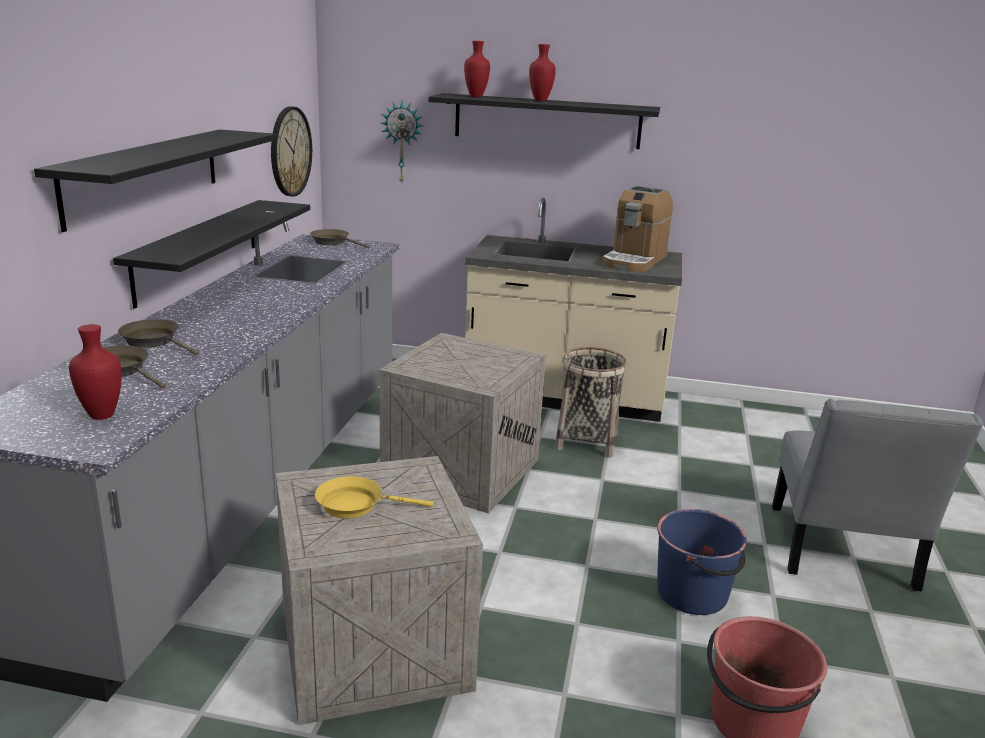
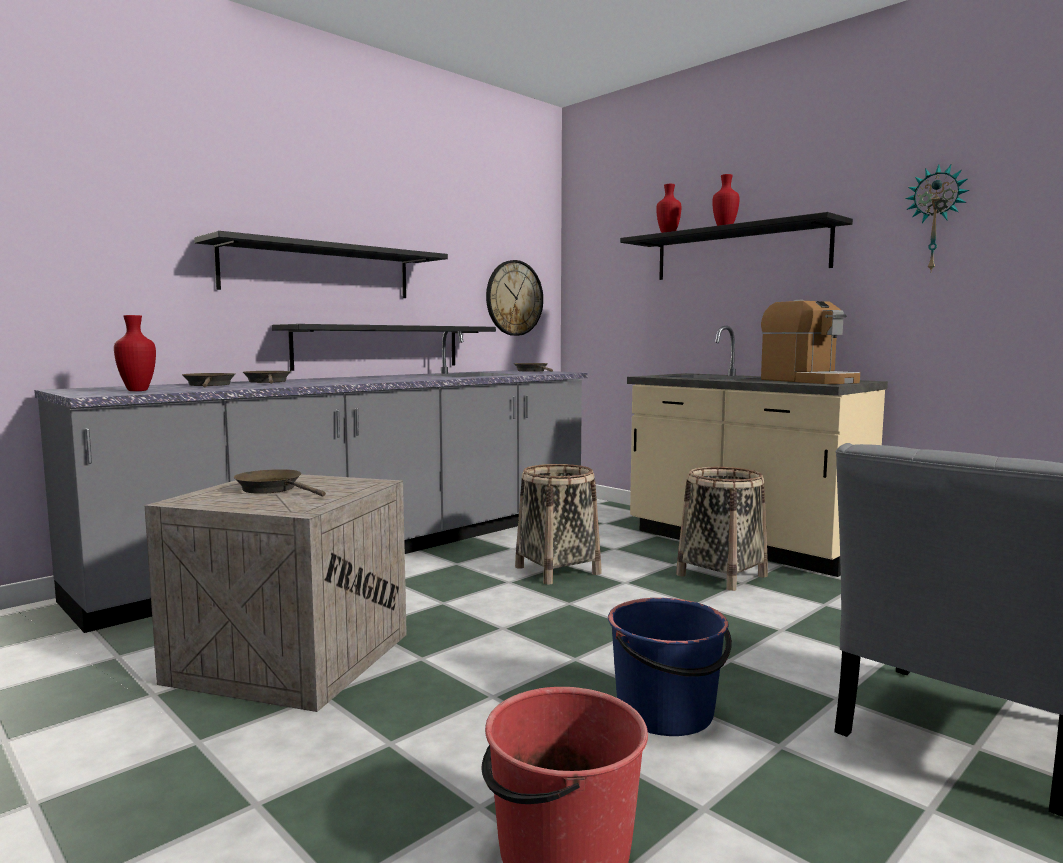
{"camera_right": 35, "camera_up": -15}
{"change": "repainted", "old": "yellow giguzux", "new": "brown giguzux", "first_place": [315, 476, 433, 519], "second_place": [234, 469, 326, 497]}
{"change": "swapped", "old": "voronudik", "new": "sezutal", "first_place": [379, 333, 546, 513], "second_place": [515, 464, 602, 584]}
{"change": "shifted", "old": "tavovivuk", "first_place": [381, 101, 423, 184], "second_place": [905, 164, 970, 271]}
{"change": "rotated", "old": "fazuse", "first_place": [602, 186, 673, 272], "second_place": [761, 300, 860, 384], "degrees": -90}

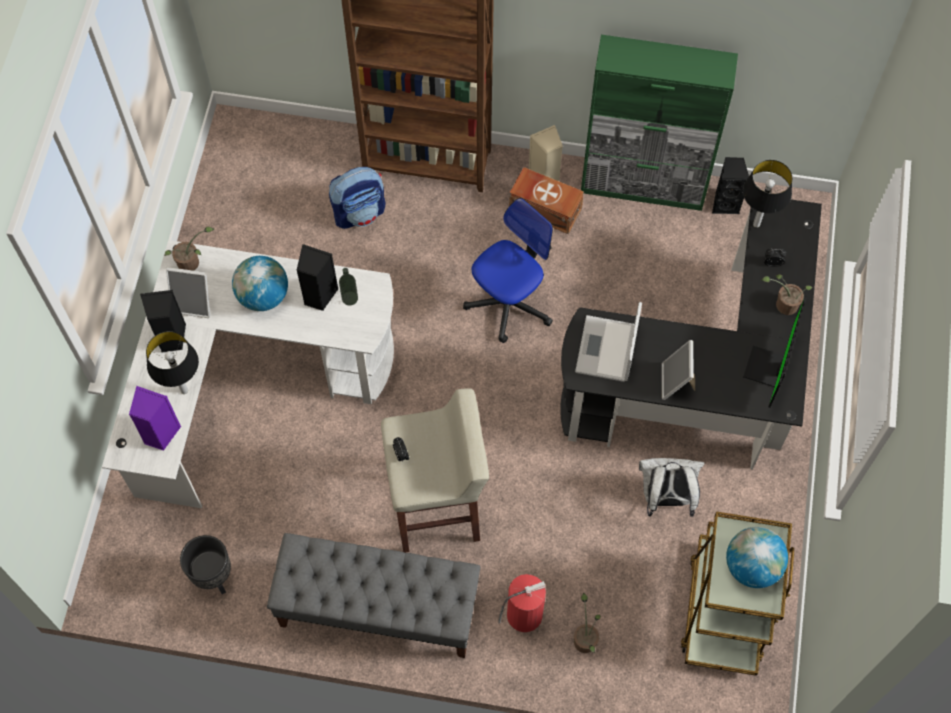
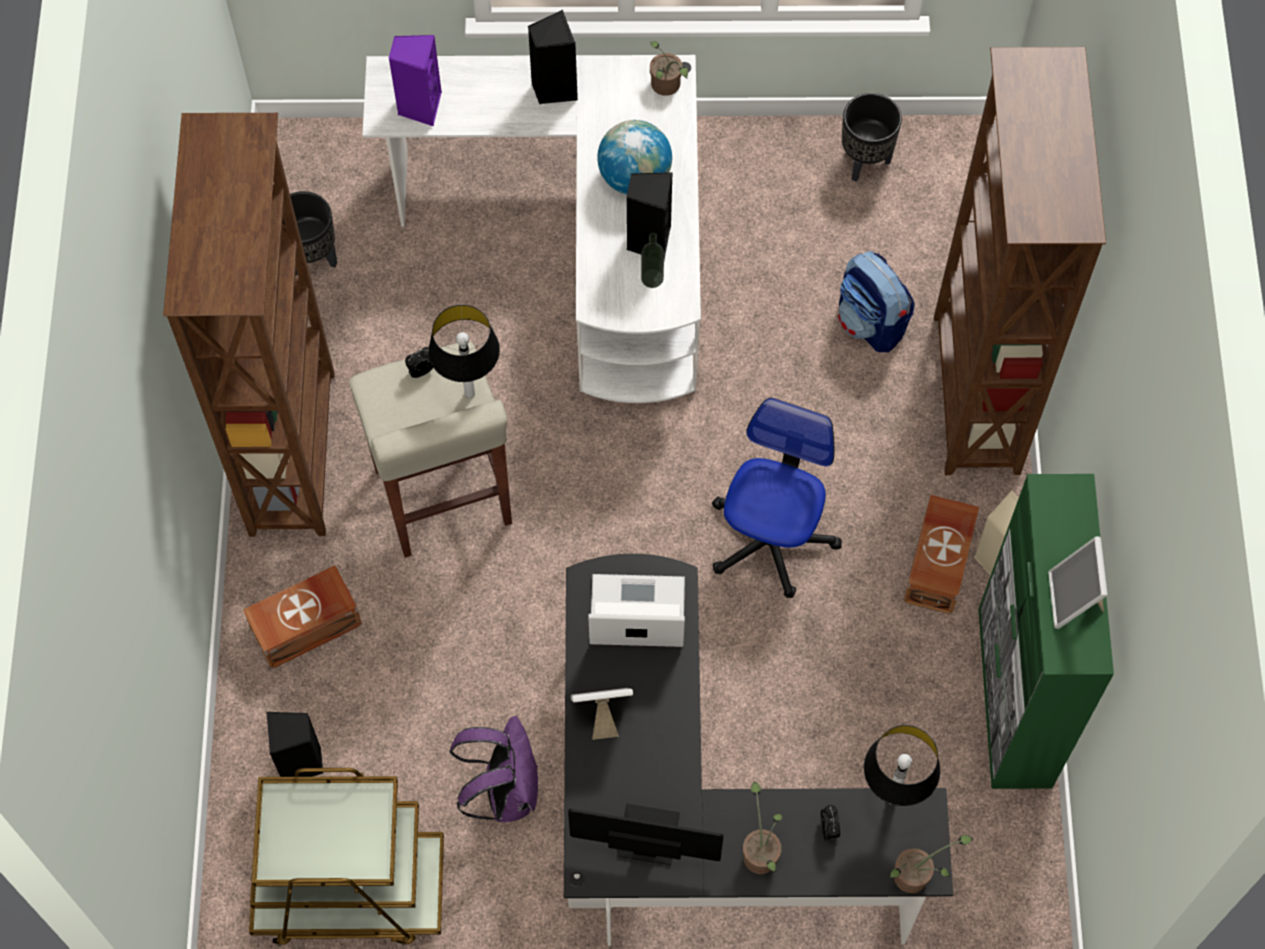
{"camera_right": 80, "camera_up": 0}
{"change": "shifted", "old": "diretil", "first_place": [146, 331, 199, 394], "second_place": [428, 305, 500, 398]}
{"change": "shifted", "old": "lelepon", "first_place": [166, 267, 210, 318], "second_place": [1048, 536, 1108, 629]}
{"change": "swapped", "old": "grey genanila", "new": "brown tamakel", "first_place": [267, 533, 480, 658], "second_place": [163, 113, 335, 537]}
{"change": "rotated", "old": "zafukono", "first_place": [463, 198, 553, 343], "second_place": [712, 398, 842, 598], "degrees": -105}
{"change": "swapped", "old": "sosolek", "new": "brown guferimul", "first_place": [498, 574, 546, 632], "second_place": [243, 565, 362, 669]}
{"change": "shifted", "old": "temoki", "first_place": [574, 593, 601, 653], "second_place": [890, 835, 973, 893]}
{"change": "repainted", "old": "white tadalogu", "new": "purple tadalogu", "first_place": [639, 458, 704, 517], "second_place": [450, 716, 538, 822]}
{"change": "shifted", "old": "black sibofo", "first_place": [712, 157, 749, 214], "second_place": [266, 711, 323, 777]}
{"change": "gone", "old": "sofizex", "first_place": [726, 527, 788, 588]}
{"change": "new", "new": "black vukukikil", "second_place": [842, 93, 902, 182]}

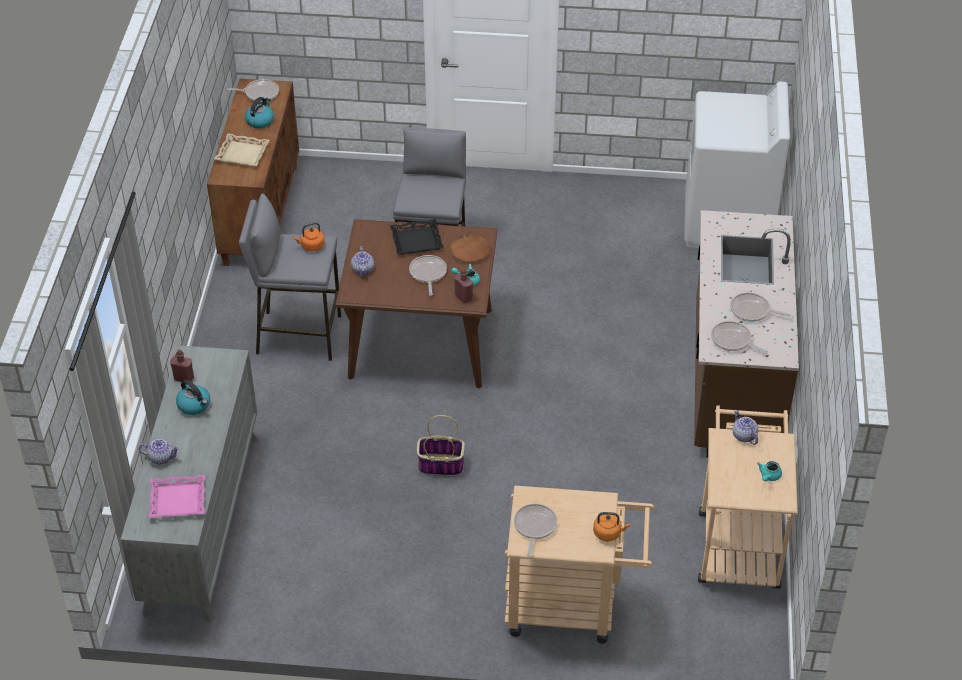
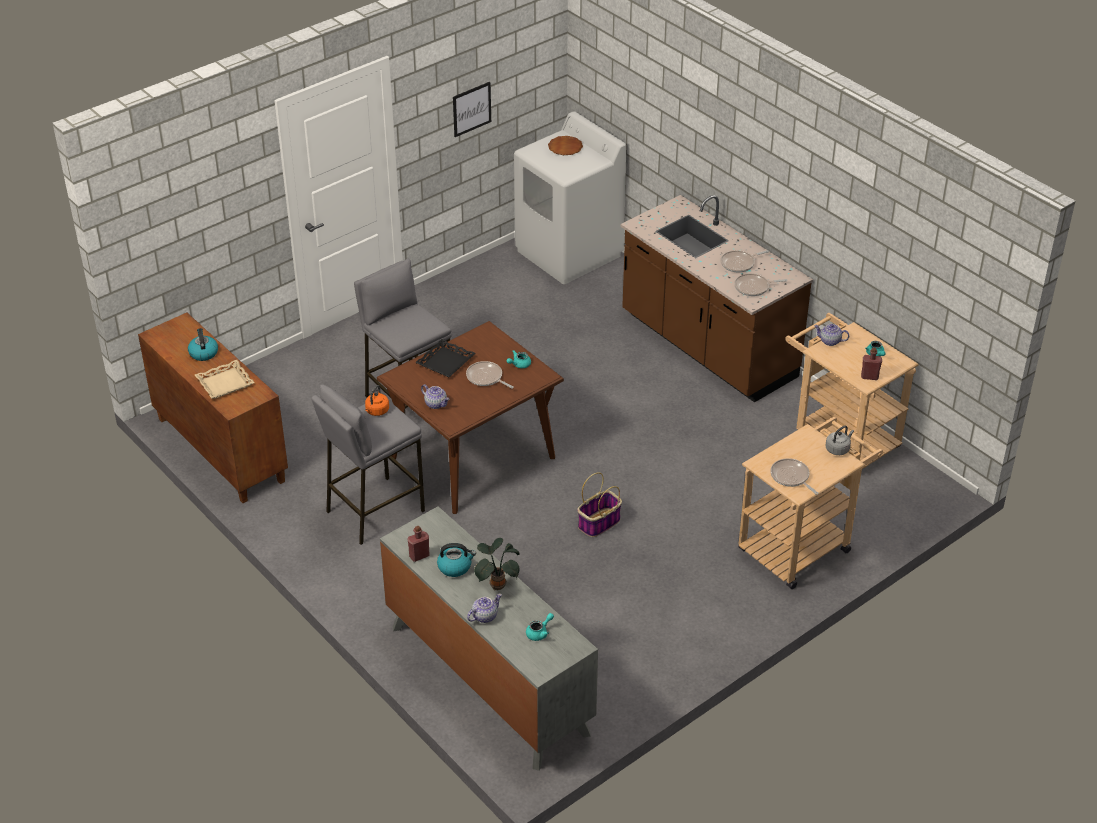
{"camera_right": -45, "camera_up": -5}
{"change": "swapped", "old": "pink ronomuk", "new": "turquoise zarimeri", "first_place": [149, 475, 205, 518], "second_place": [526, 613, 554, 641]}
{"change": "gone", "old": "giguzux", "first_place": [227, 79, 279, 102]}
{"change": "shifted", "old": "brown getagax", "first_place": [450, 234, 491, 263], "second_place": [548, 136, 583, 155]}
{"change": "shifted", "old": "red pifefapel", "first_place": [454, 268, 473, 303], "second_place": [861, 348, 882, 380]}
{"change": "repainted", "old": "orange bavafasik", "new": "grey bavafasik", "first_place": [593, 512, 630, 542], "second_place": [826, 426, 854, 455]}
{"change": "new", "new": "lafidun", "second_place": [453, 82, 491, 137]}
{"change": "new", "new": "temoki", "second_place": [474, 538, 520, 590]}

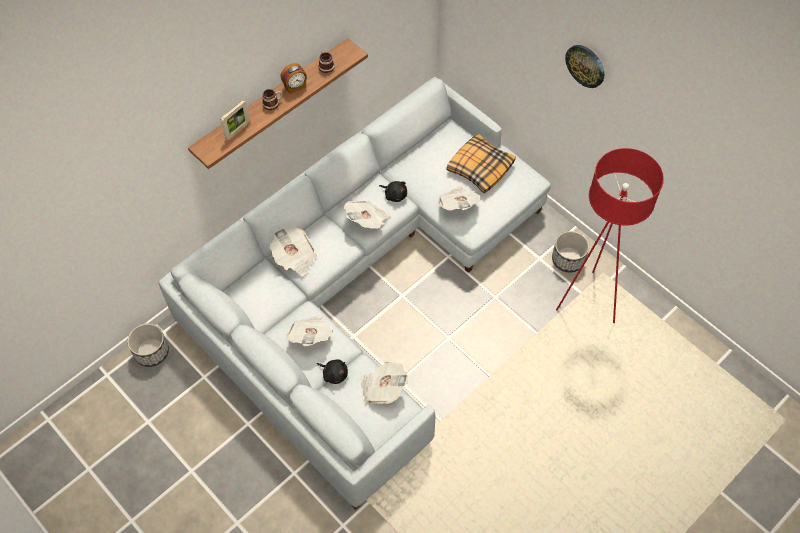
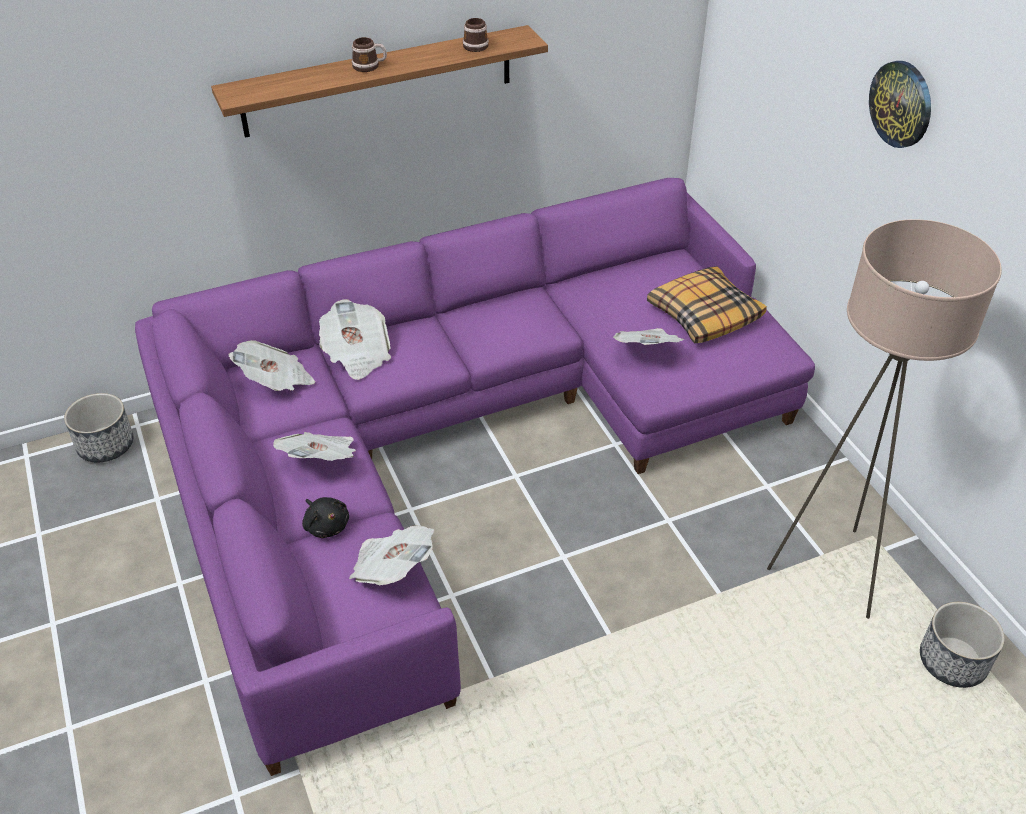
{"camera_right": 20, "camera_up": -15}
{"change": "repainted", "old": "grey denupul", "new": "purple denupul", "first_place": [158, 77, 551, 510], "second_place": [135, 178, 815, 776]}
{"change": "gone", "old": "lelepon", "first_place": [221, 100, 250, 140]}
{"change": "gone", "old": "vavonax", "first_place": [280, 63, 307, 94]}
{"change": "shifted", "old": "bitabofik", "first_place": [344, 201, 390, 229], "second_place": [229, 340, 316, 391]}
{"change": "gone", "old": "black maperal", "first_place": [379, 181, 407, 202]}
{"change": "shifted", "old": "vukukikil", "first_place": [552, 231, 589, 272], "second_place": [920, 602, 1005, 688]}
{"change": "repainted", "old": "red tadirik", "new": "beige tadirik", "first_place": [556, 148, 664, 323], "second_place": [767, 219, 1002, 619]}

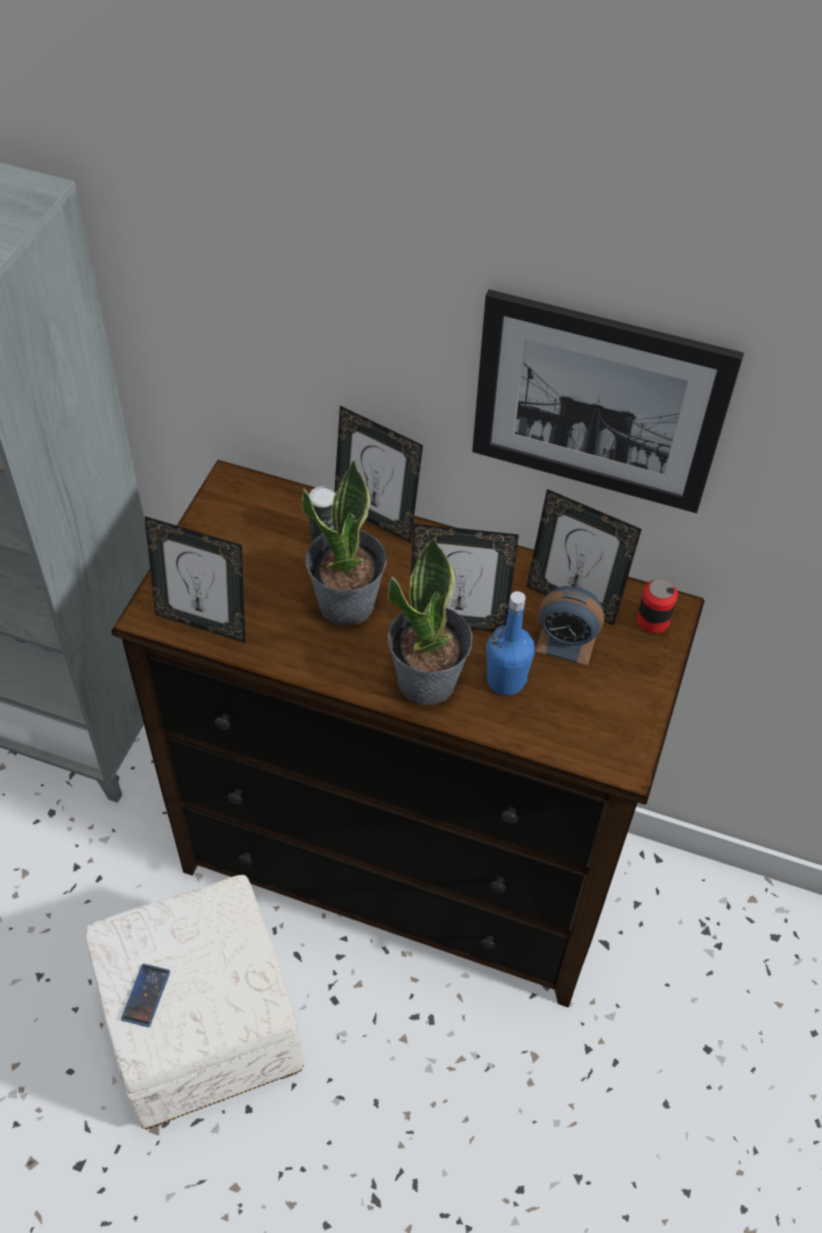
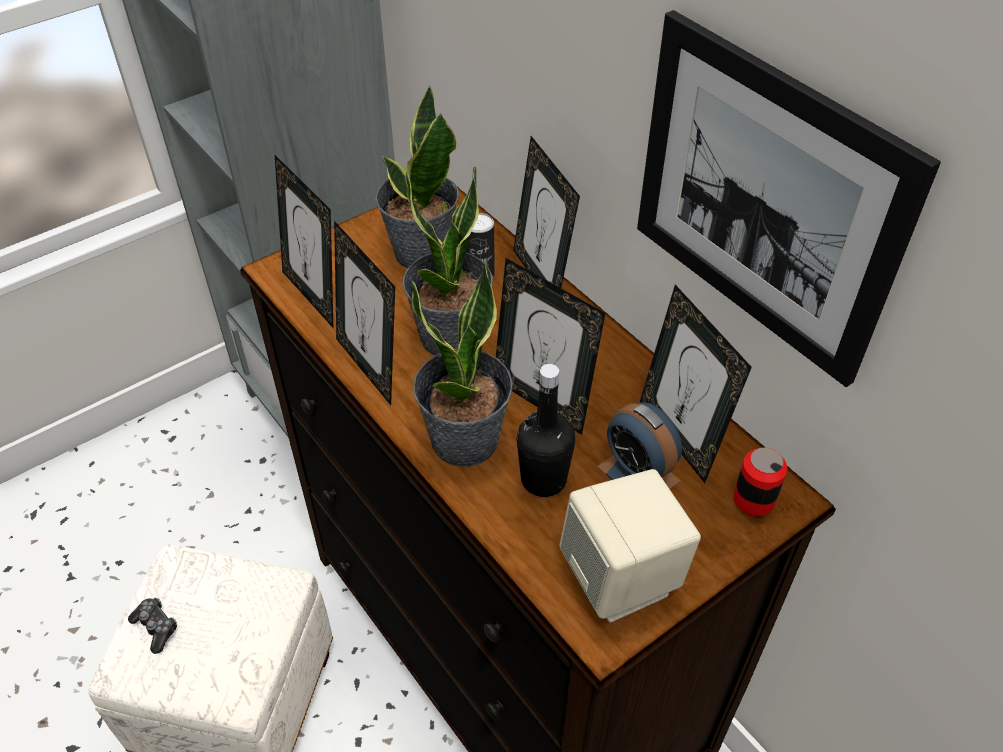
{"camera_right": 35, "camera_up": -5}
{"change": "swapped", "old": "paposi", "new": "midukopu", "first_place": [121, 964, 170, 1027], "second_place": [128, 598, 177, 654]}
{"change": "repainted", "old": "blue pifefapel", "new": "black pifefapel", "first_place": [486, 591, 535, 695], "second_place": [517, 364, 575, 497]}
{"change": "new", "new": "lelepon", "second_place": [334, 221, 395, 405]}
{"change": "new", "new": "temoki", "second_place": [376, 85, 459, 269]}
{"change": "new", "new": "beige sibofo", "second_place": [559, 469, 701, 623]}

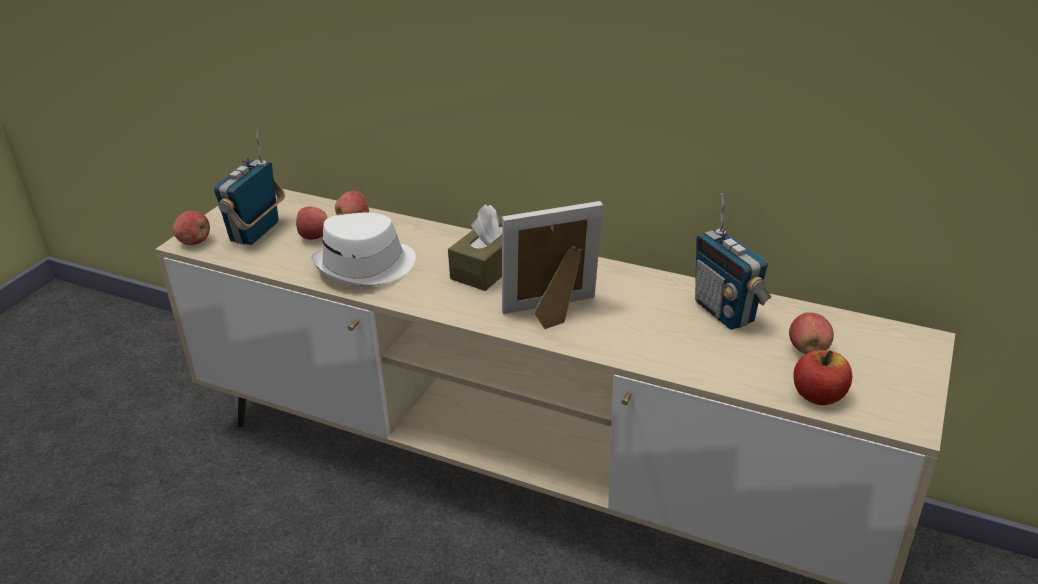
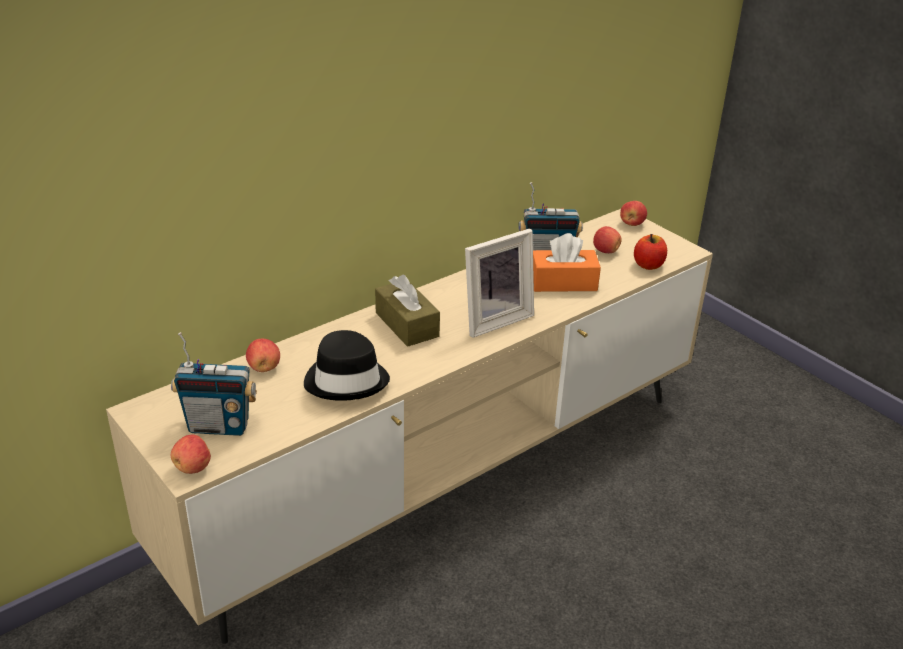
{"camera_right": -65, "camera_up": 0}
{"change": "rotated", "old": "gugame", "first_place": [214, 129, 285, 245], "second_place": [171, 332, 257, 436], "degrees": -45}
{"change": "shifted", "old": "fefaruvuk", "first_place": [296, 207, 328, 240], "second_place": [620, 201, 647, 226]}
{"change": "repainted", "old": "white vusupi", "new": "black vusupi", "first_place": [312, 213, 416, 287], "second_place": [304, 330, 390, 401]}
{"change": "rotated", "old": "lelepon", "first_place": [502, 201, 603, 329], "second_place": [465, 229, 534, 338], "degrees": -135}
{"change": "new", "new": "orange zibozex", "second_place": [533, 233, 601, 292]}

